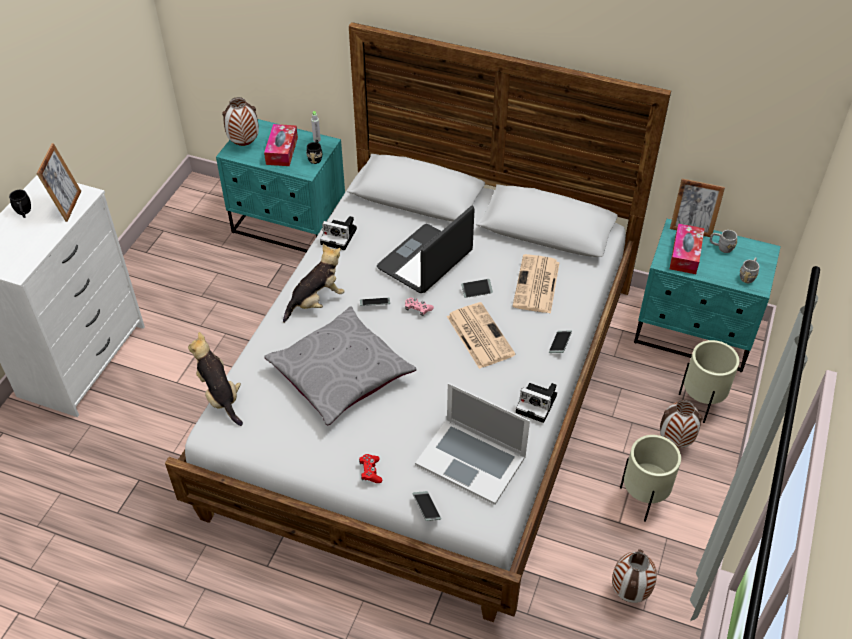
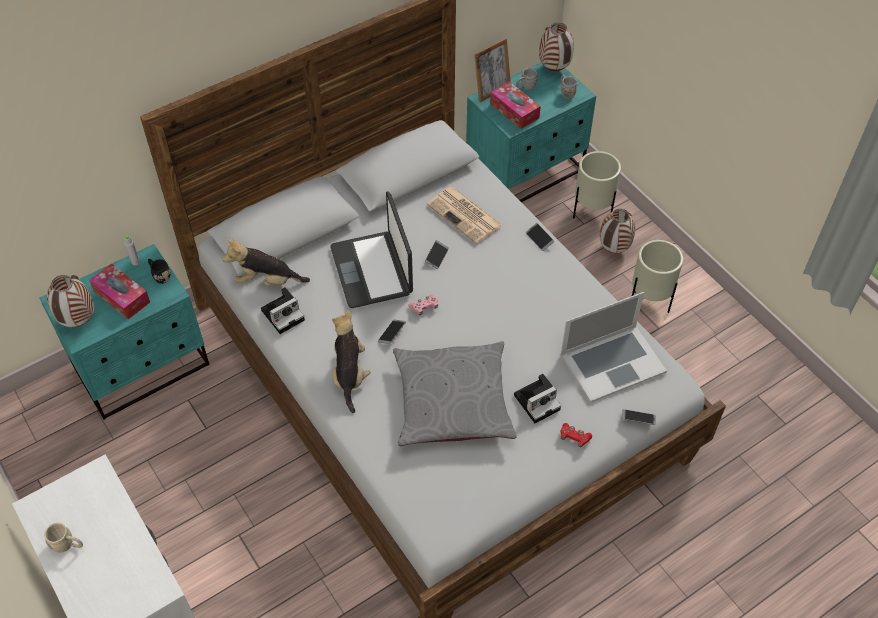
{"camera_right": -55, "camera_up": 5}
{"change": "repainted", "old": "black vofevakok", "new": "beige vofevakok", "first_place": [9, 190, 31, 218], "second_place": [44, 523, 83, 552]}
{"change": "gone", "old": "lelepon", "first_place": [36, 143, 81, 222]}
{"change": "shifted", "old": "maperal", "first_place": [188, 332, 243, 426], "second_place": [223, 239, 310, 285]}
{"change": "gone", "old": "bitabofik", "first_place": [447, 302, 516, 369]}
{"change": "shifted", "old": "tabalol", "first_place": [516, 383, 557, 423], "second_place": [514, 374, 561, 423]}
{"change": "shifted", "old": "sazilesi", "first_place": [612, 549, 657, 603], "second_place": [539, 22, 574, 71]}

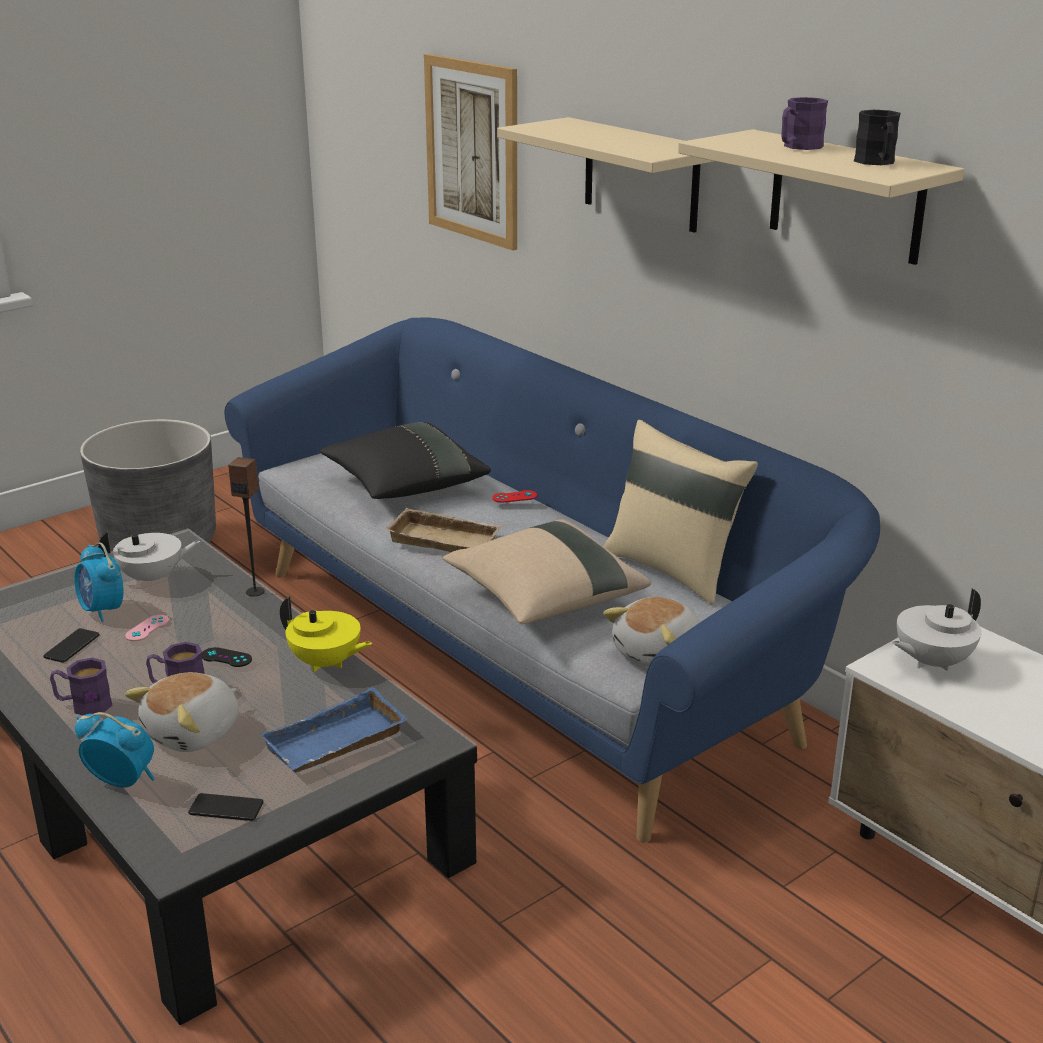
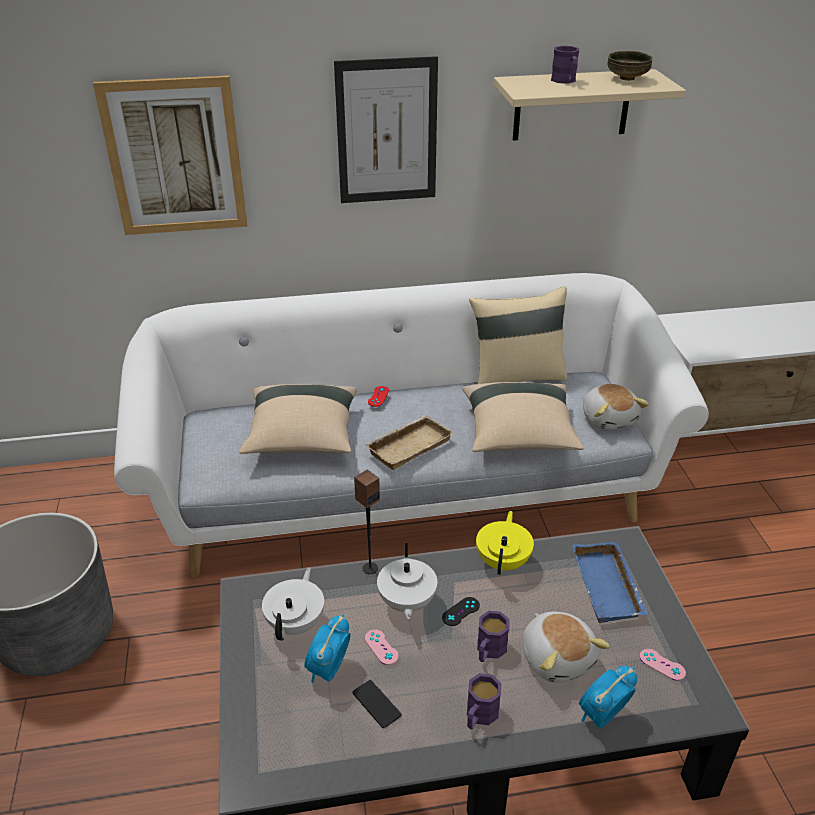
{"camera_right": -60, "camera_up": 10}
{"change": "rotated", "old": "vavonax", "first_place": [74, 542, 123, 622], "second_place": [304, 614, 351, 683], "degrees": 120}
{"change": "swapped", "old": "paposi", "new": "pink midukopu", "first_place": [188, 793, 264, 821], "second_place": [640, 649, 686, 681]}
{"change": "repainted", "old": "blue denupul", "new": "white denupul", "first_place": [225, 317, 880, 843], "second_place": [114, 273, 709, 577]}
{"change": "rotated", "old": "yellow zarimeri", "first_place": [280, 597, 372, 672], "second_place": [476, 511, 534, 575], "degrees": -45}
{"change": "repainted", "old": "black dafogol", "new": "beige dafogol", "first_place": [320, 422, 491, 499], "second_place": [239, 384, 357, 454]}
{"change": "swapped", "old": "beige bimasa", "new": "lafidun", "first_place": [497, 117, 714, 233], "second_place": [334, 56, 438, 203]}
{"change": "swapped", "old": "black vofevakok", "new": "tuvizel", "first_place": [854, 110, 901, 165], "second_place": [608, 51, 652, 81]}
{"change": "shifted", "old": "white zarimeri", "first_place": [892, 589, 981, 671], "second_place": [377, 542, 437, 619]}

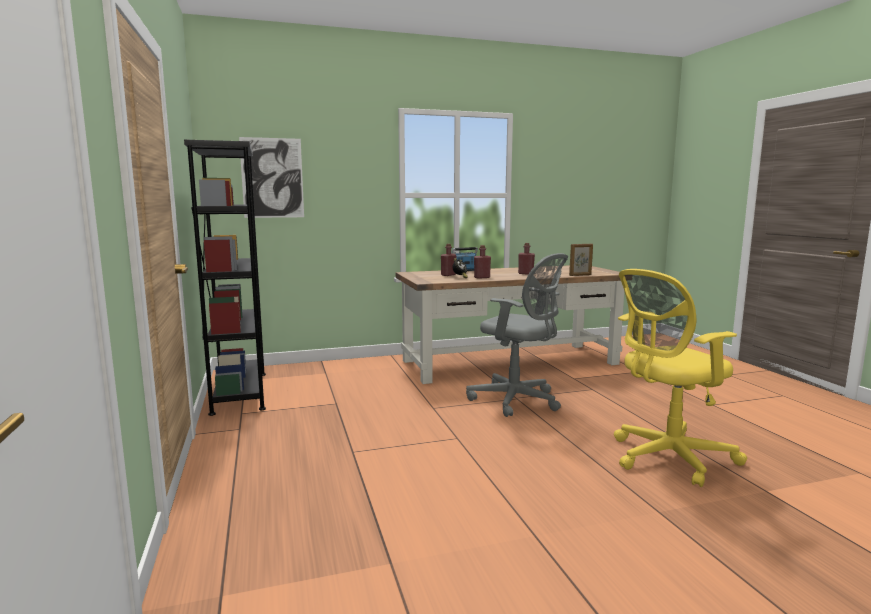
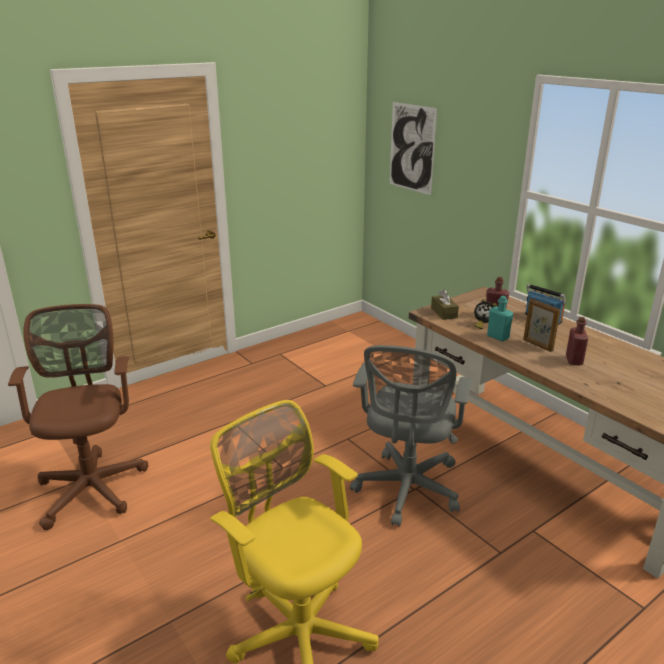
{"camera_right": 70, "camera_up": 15}
{"change": "gone", "old": "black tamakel", "first_place": [184, 140, 266, 416]}
{"change": "repainted", "old": "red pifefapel", "new": "turquoise pifefapel", "first_place": [474, 245, 491, 279], "second_place": [487, 296, 513, 341]}
{"change": "shifted", "old": "lelepon", "first_place": [569, 244, 593, 276], "second_place": [523, 299, 561, 352]}
{"change": "new", "new": "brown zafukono", "second_place": [8, 304, 148, 530]}
{"change": "new", "new": "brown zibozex", "second_place": [431, 289, 459, 320]}

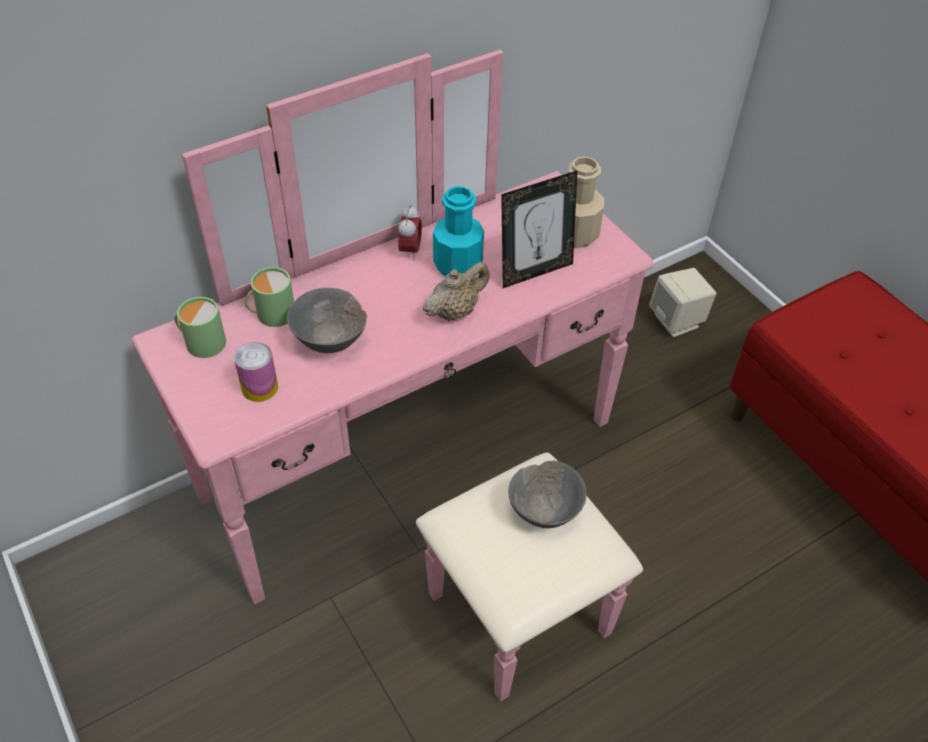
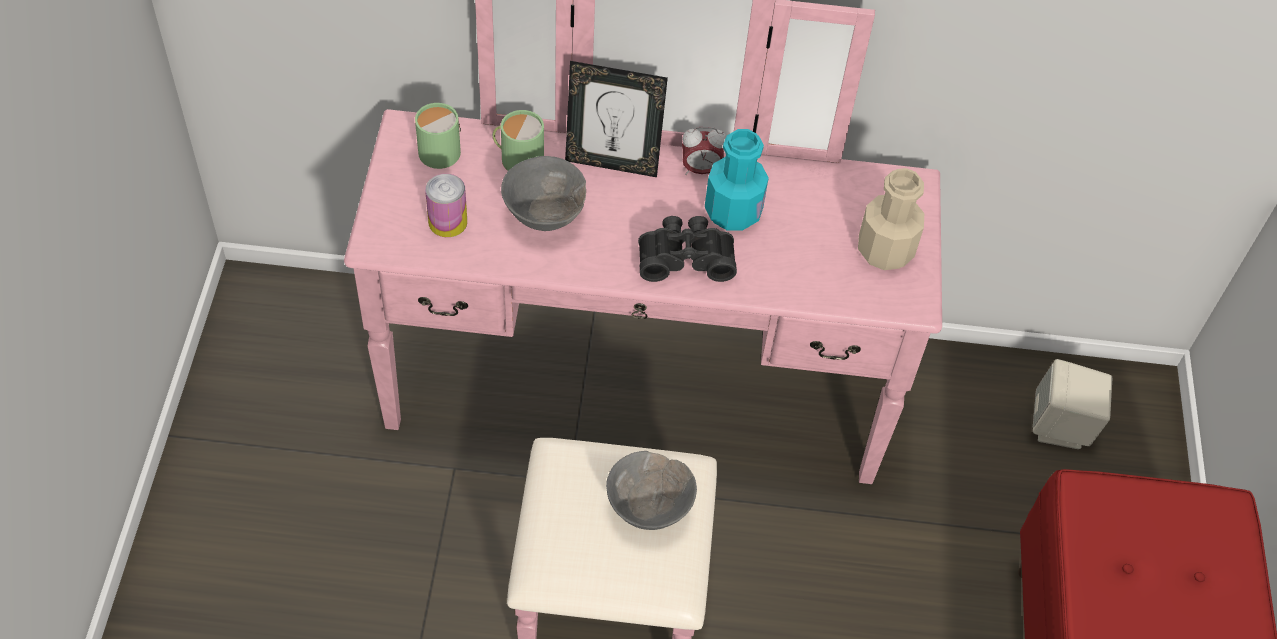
{"camera_right": 35, "camera_up": 5}
{"change": "rotated", "old": "vavonax", "first_place": [398, 205, 422, 260], "second_place": [682, 127, 726, 175], "degrees": 45}
{"change": "swapped", "old": "beige zarimeri", "new": "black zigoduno", "first_place": [423, 262, 490, 321], "second_place": [638, 216, 737, 282]}
{"change": "shifted", "old": "lelepon", "first_place": [501, 171, 577, 288], "second_place": [565, 61, 668, 177]}

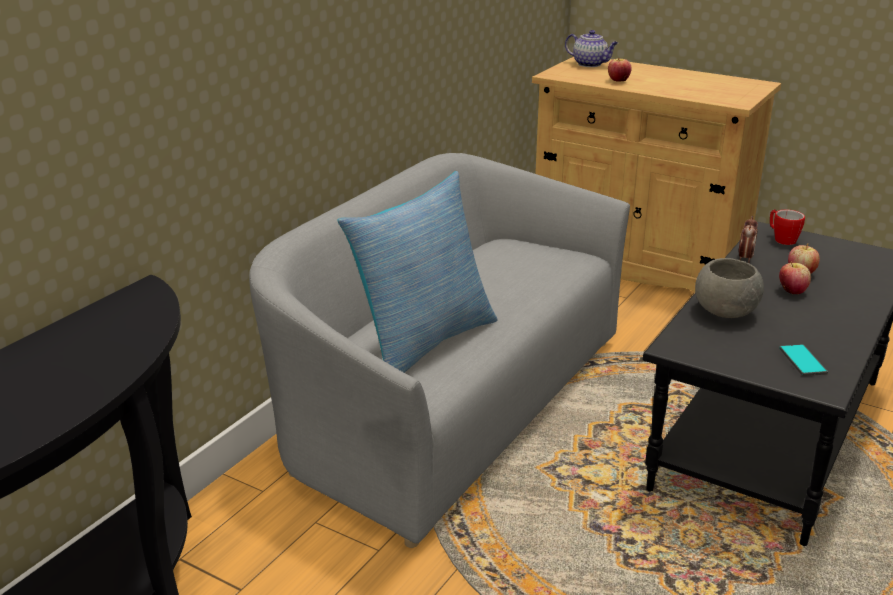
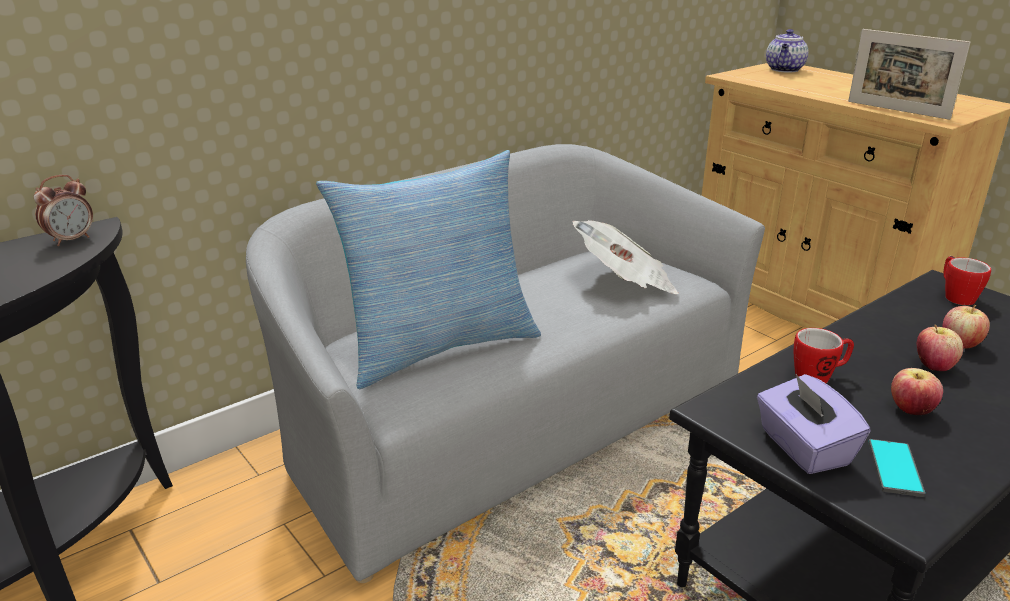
{"camera_right": 20, "camera_up": 0}
{"change": "rotated", "old": "zarimeri", "first_place": [565, 30, 618, 67], "second_place": [766, 29, 809, 72], "degrees": 60}
{"change": "shifted", "old": "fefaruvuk", "first_place": [608, 58, 631, 82], "second_place": [891, 368, 943, 415]}
{"change": "swapped", "old": "grey tuvizel", "new": "vofevakok", "first_place": [695, 258, 764, 318], "second_place": [794, 328, 854, 383]}
{"change": "shifted", "old": "vavonax", "first_place": [738, 216, 758, 263], "second_place": [34, 175, 93, 246]}
{"change": "new", "new": "bitabofik", "second_place": [572, 220, 679, 294]}
{"change": "new", "new": "purple zibozex", "second_place": [757, 374, 871, 474]}
{"change": "new", "new": "lelepon", "second_place": [848, 29, 971, 120]}

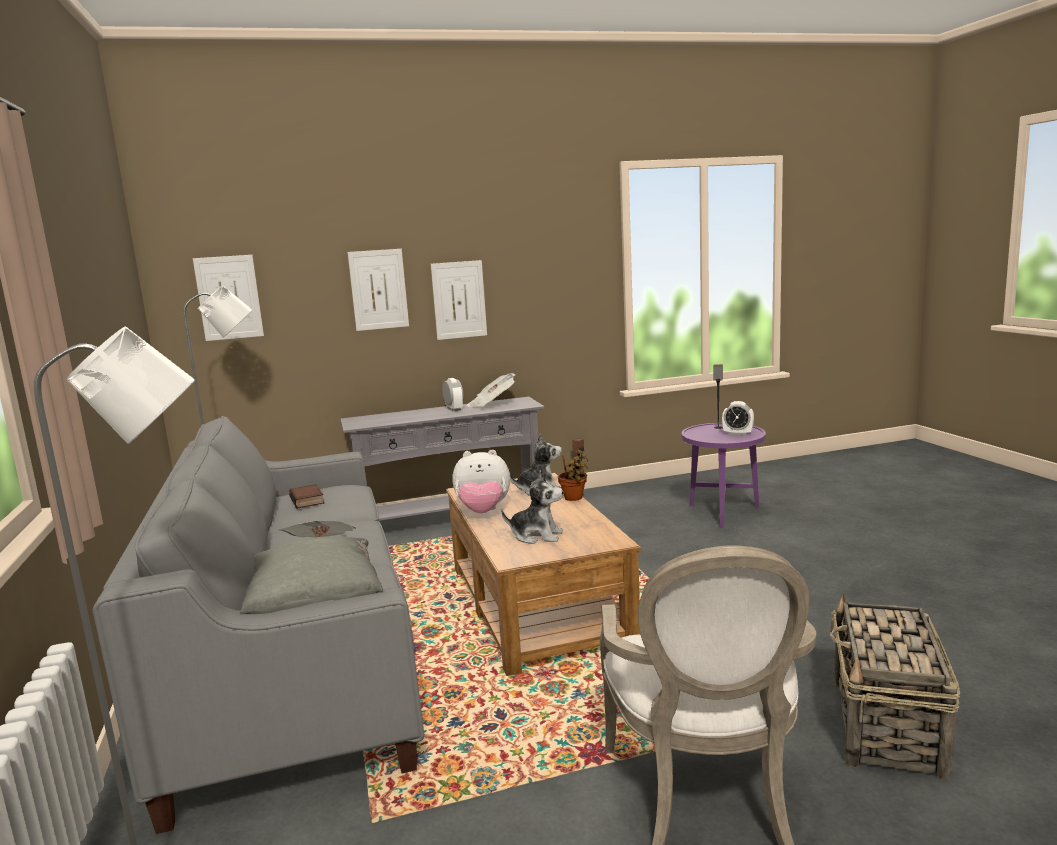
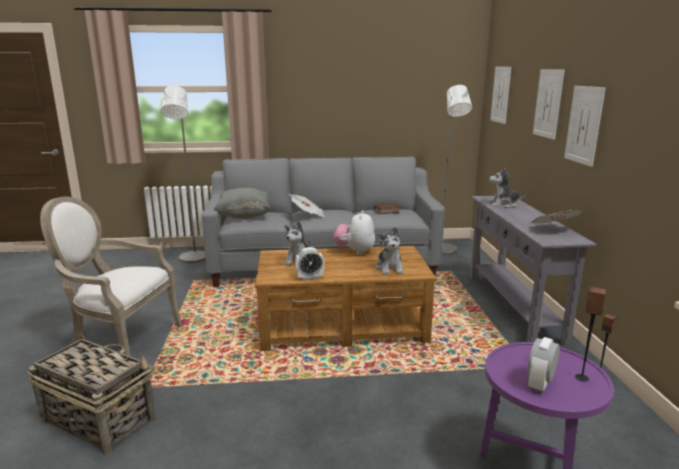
{"camera_right": 100, "camera_up": 5}
{"change": "shifted", "old": "vavonax", "first_place": [442, 378, 463, 412], "second_place": [295, 247, 325, 280]}
{"change": "gone", "old": "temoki", "first_place": [558, 450, 588, 501]}
{"change": "new", "new": "maperal", "second_place": [489, 167, 526, 208]}

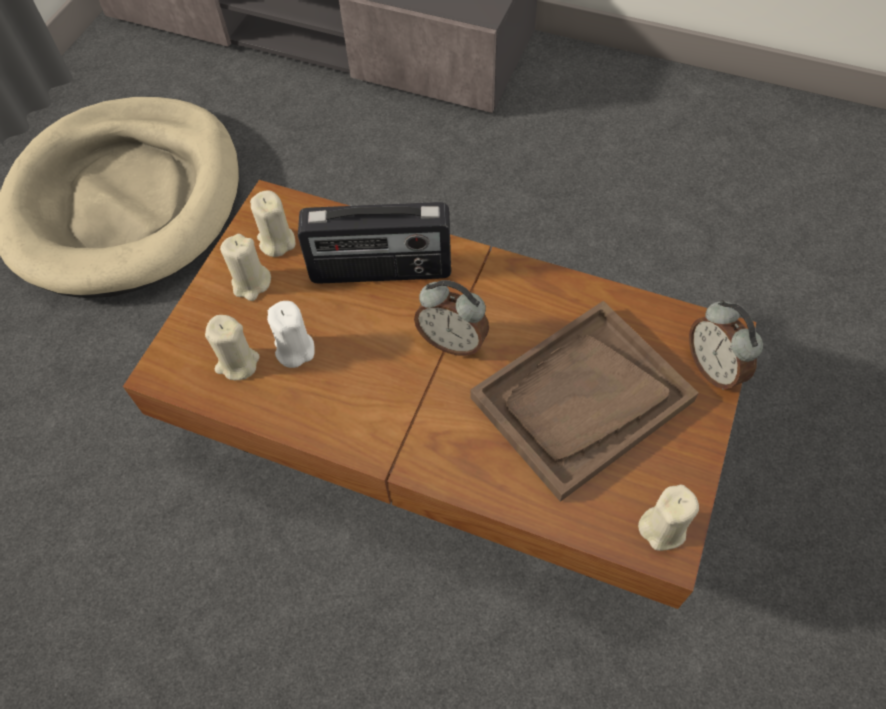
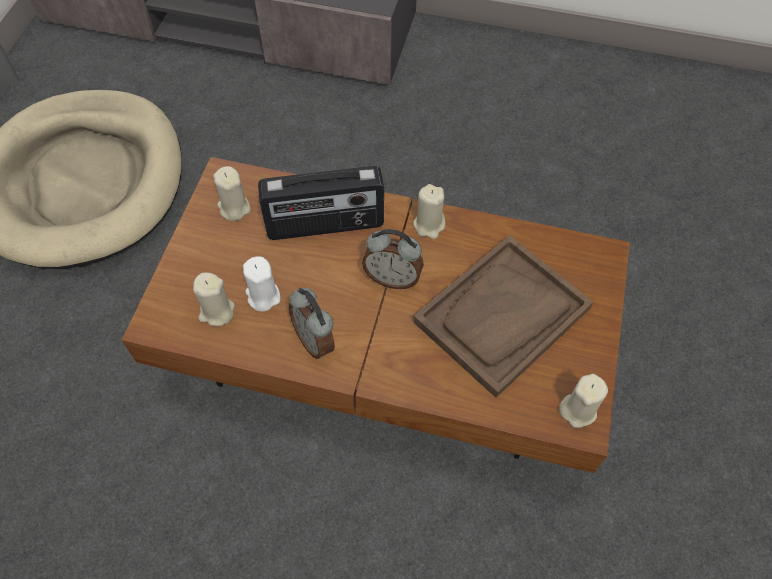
{"camera_right": -10, "camera_up": 0}
{"change": "shifted", "old": "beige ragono", "first_place": [220, 234, 271, 301], "second_place": [413, 184, 445, 239]}
{"change": "shifted", "old": "vavonax", "first_place": [689, 300, 763, 390], "second_place": [289, 288, 335, 359]}

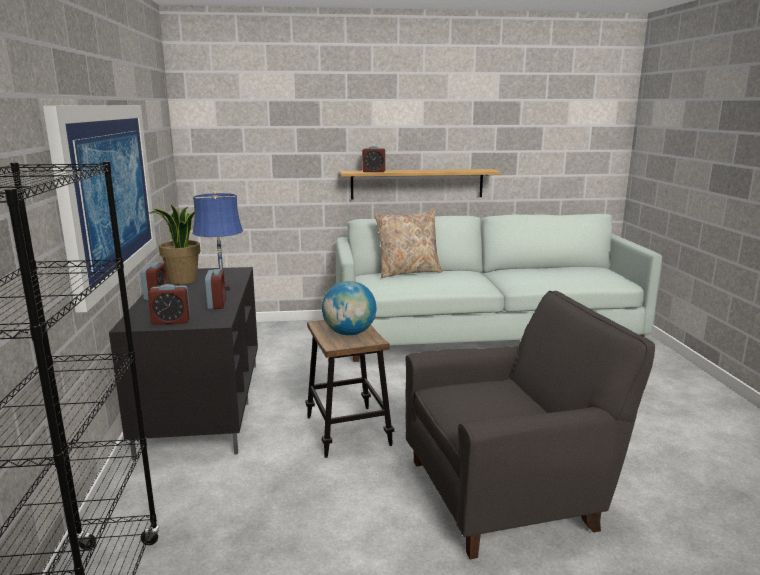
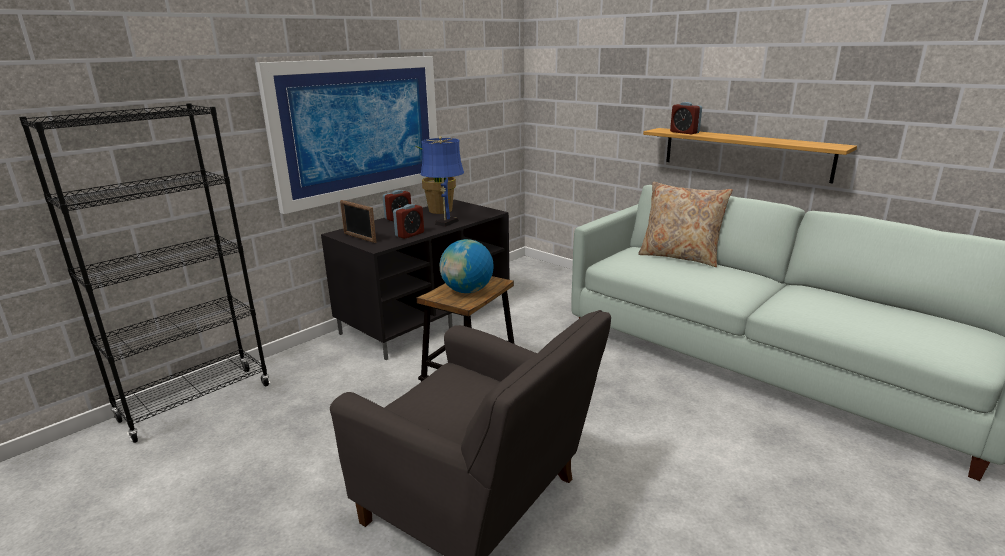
{"camera_right": 50, "camera_up": 5}
{"change": "swapped", "old": "vavonax", "new": "lelepon", "first_place": [148, 284, 190, 325], "second_place": [340, 200, 376, 243]}

